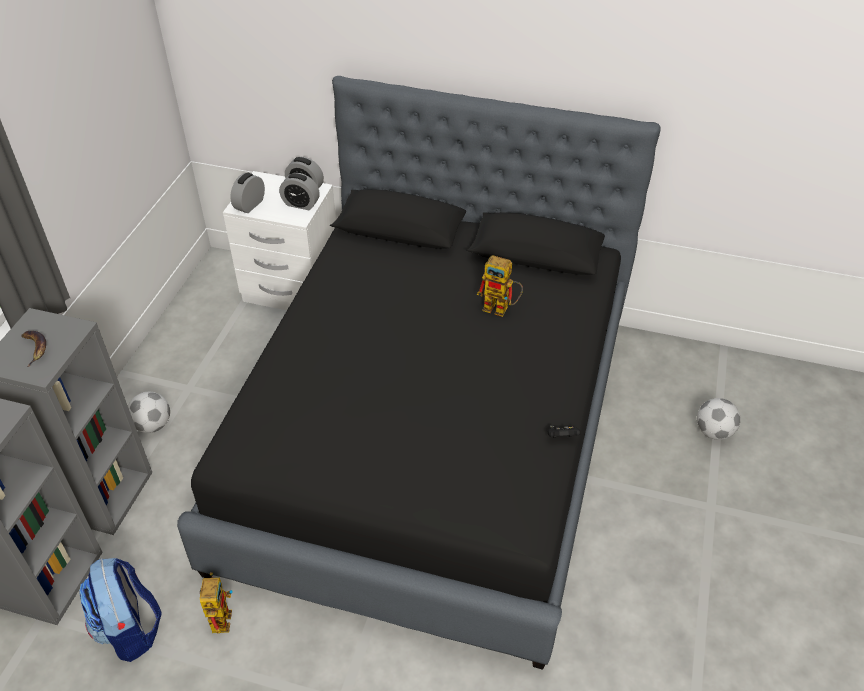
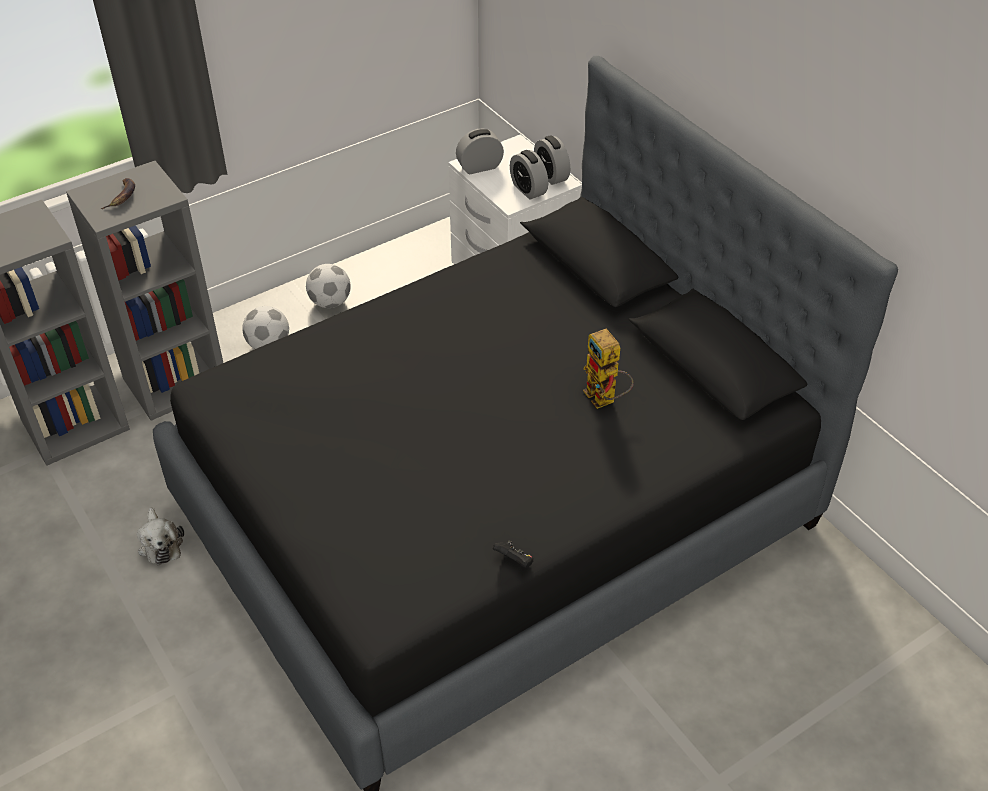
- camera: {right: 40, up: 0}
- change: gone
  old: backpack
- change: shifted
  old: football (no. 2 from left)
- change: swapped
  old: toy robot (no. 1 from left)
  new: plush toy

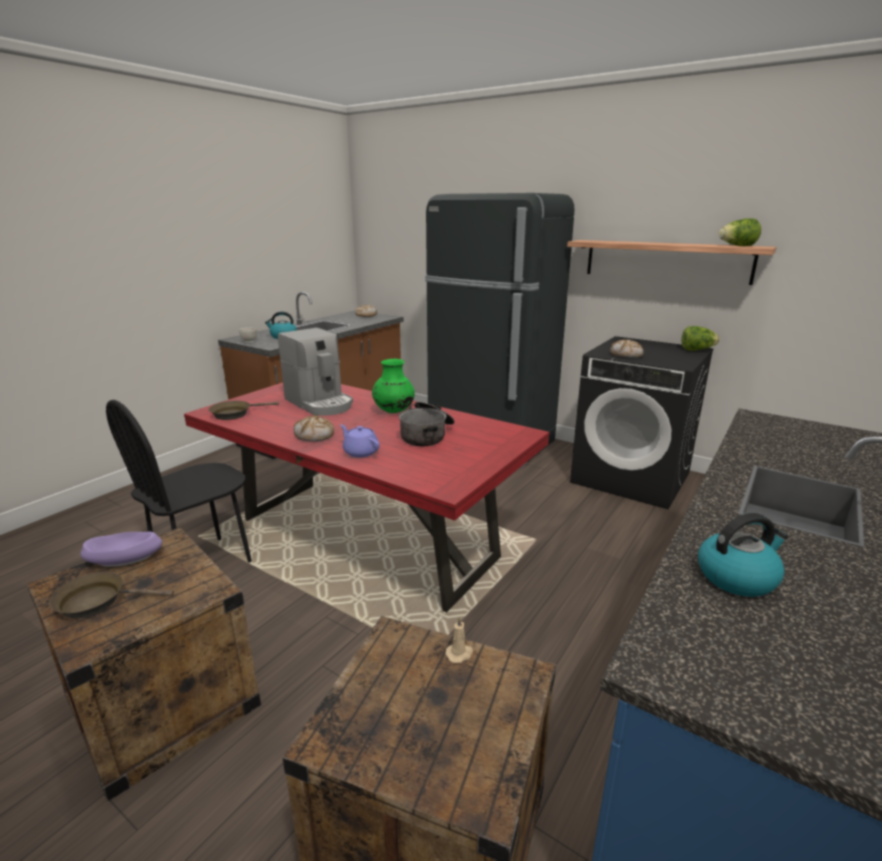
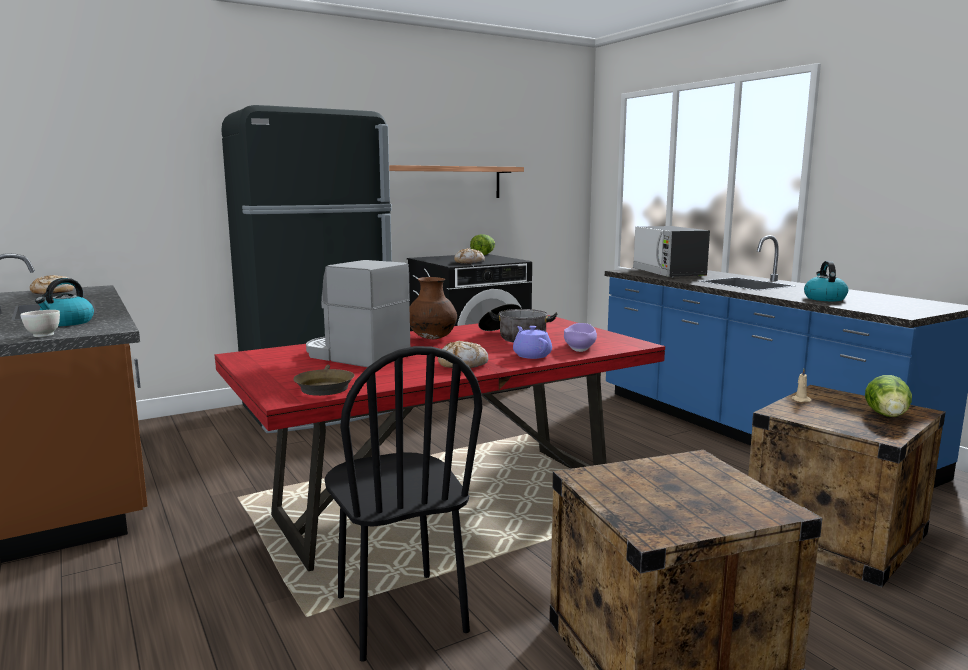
- camera: {right: -65, up: -10}
- change: gone
  old: frying pan in brown (no. 1 from left)
- change: new
  new: microwave
- change: shifted
  old: bowl in purple
- change: shifted
  old: lettuce (no. 2 from left)
- change: repainted
  old: vase in green
  new: vase in brown
- change: rotated
  old: coffee machine
  degrees: -135
- change: rotated
  old: teapot in purple
  degrees: 90

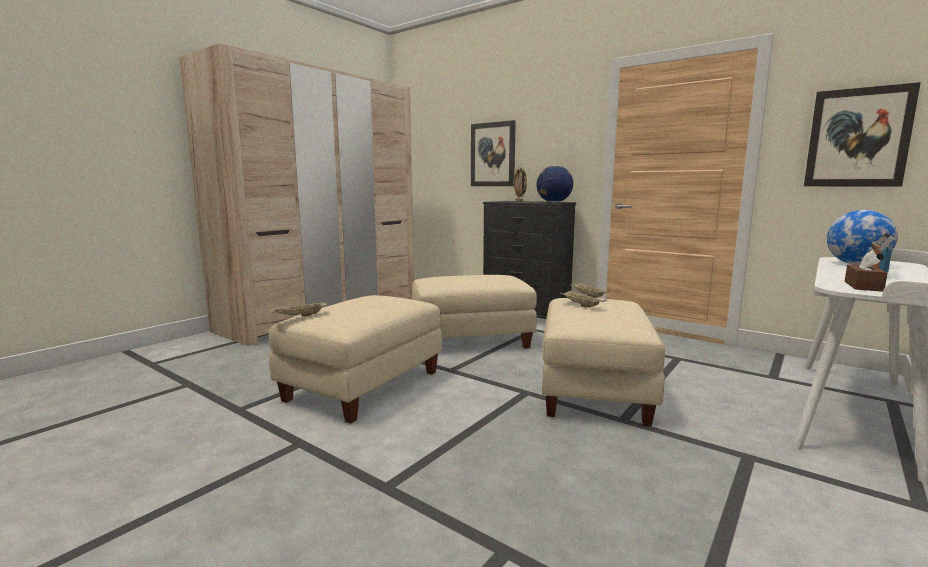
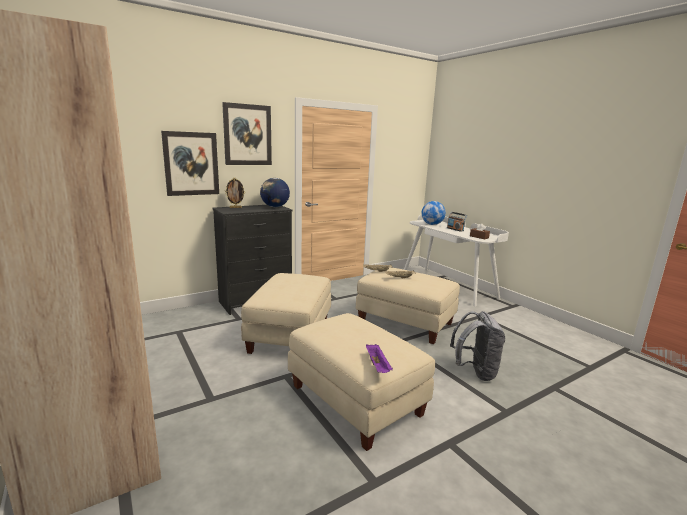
- camera: {right: -70, up: 5}
- change: new
  new: backpack in grey
- change: shifted
  old: picture (no. 2 from left)
- change: repainted
  old: tray in beige (no. 1 from left)
  new: tray in purple

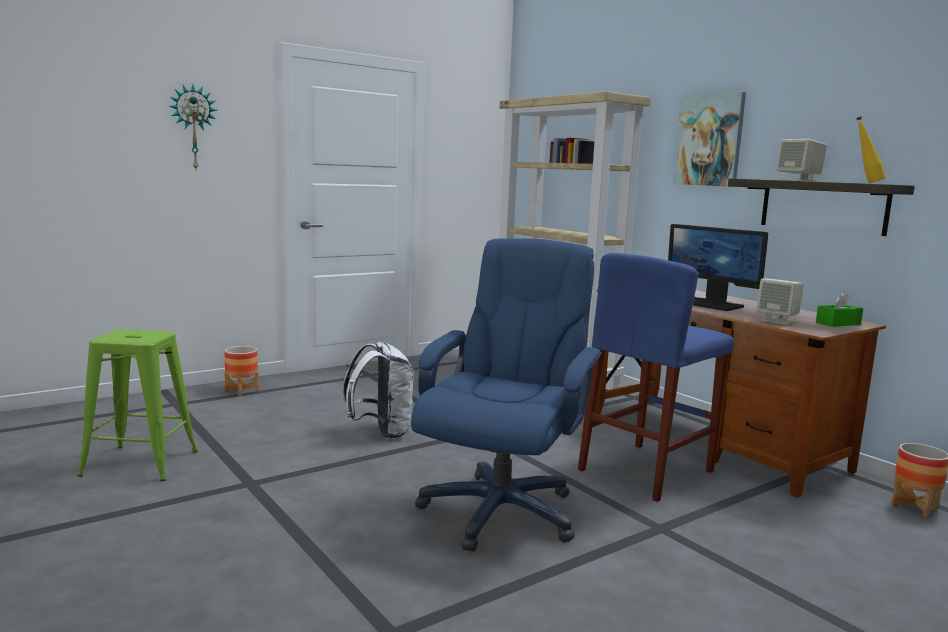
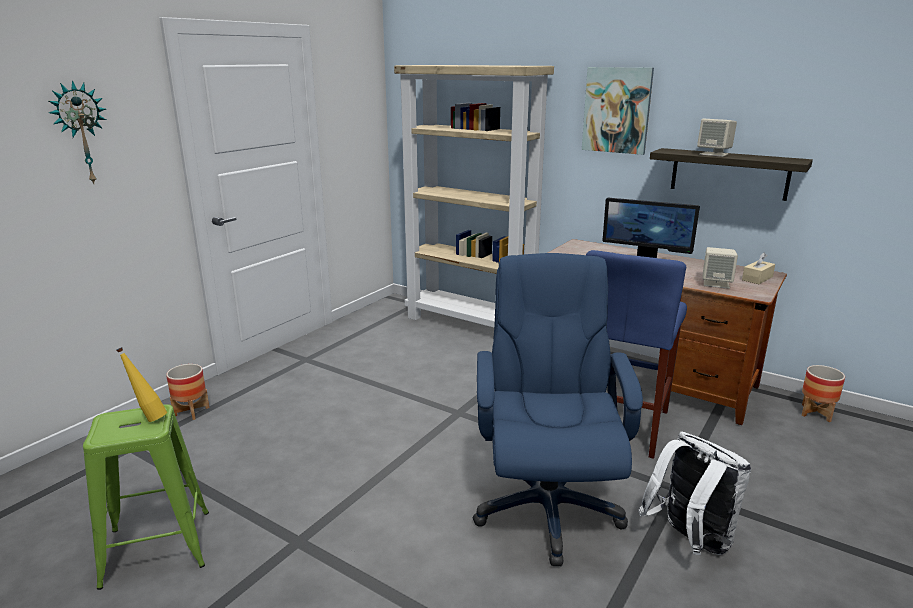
- camera: {right: -20, up: 10}
- change: shifted
  old: backpack in white
- change: shifted
  old: bottle in yellow
- change: repainted
  old: tissue box in green
  new: tissue box in beige

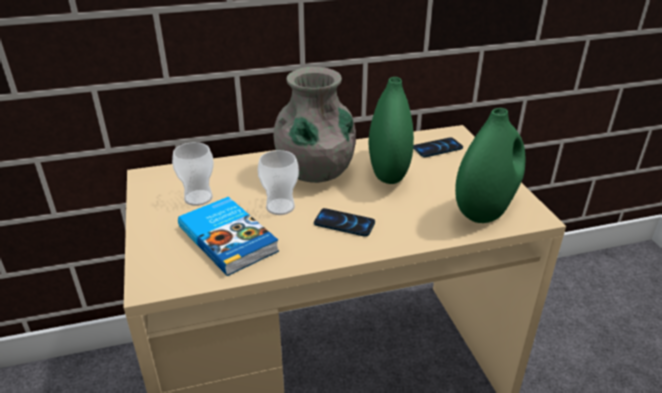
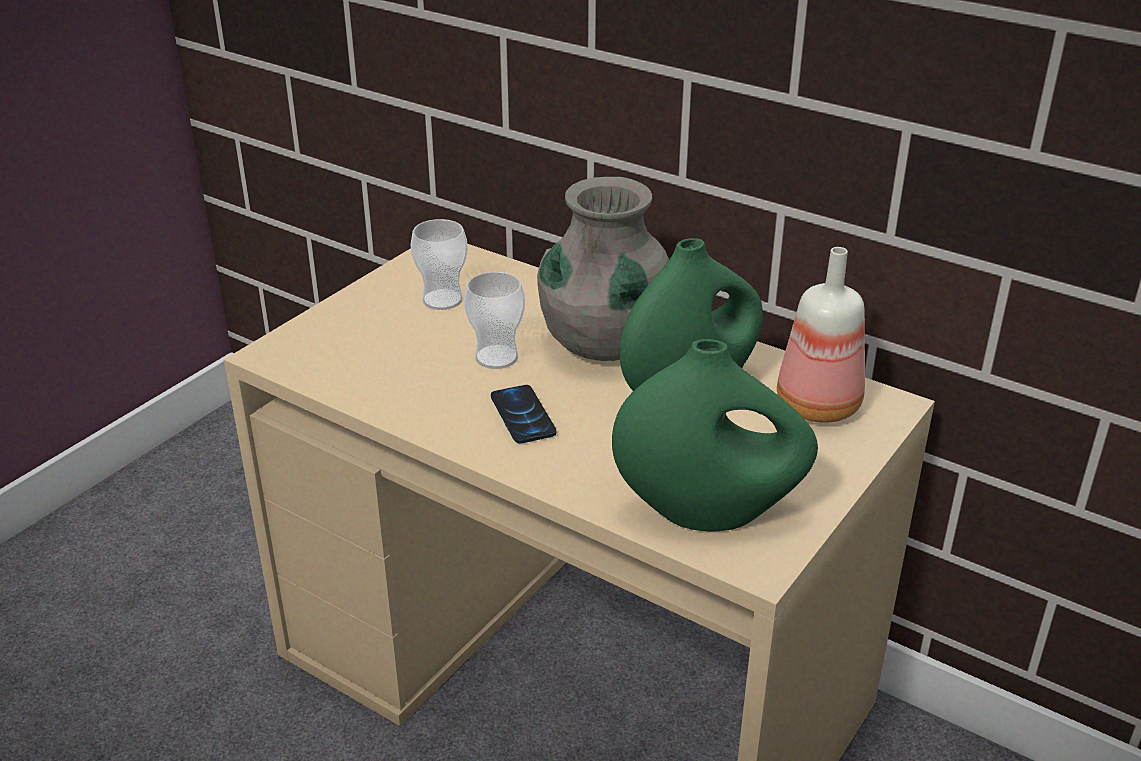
- camera: {right: 50, up: 0}
- change: gone
  old: book
- change: swapped
  old: phone (no. 2 from left)
  new: bottle

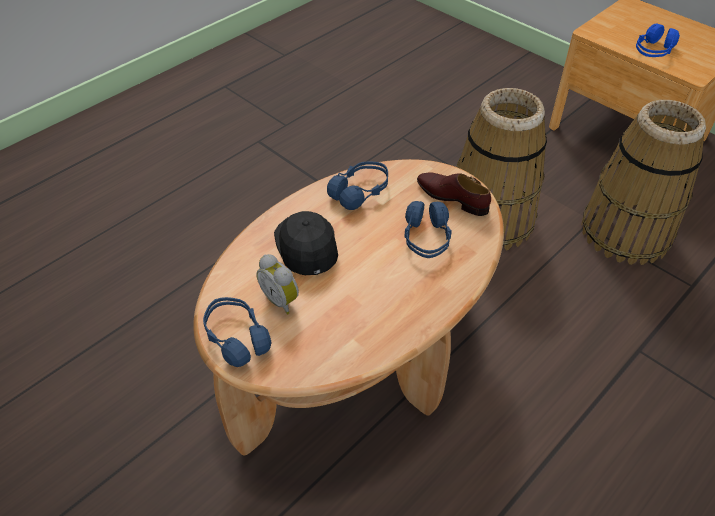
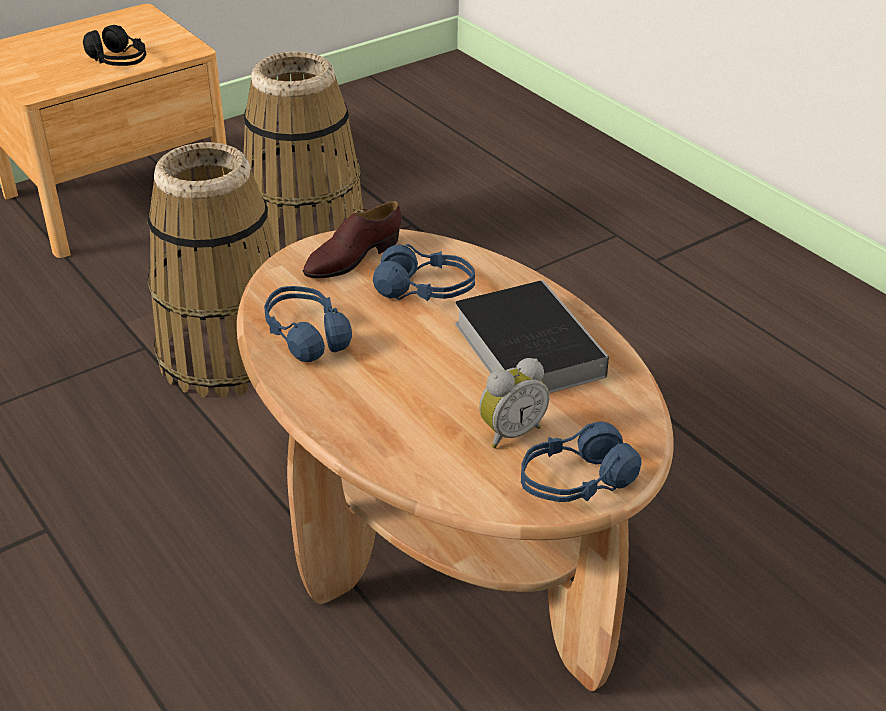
- camera: {right: -80, up: -10}
- change: gone
  old: cap in black
- change: new
  new: book
- change: repainted
  old: headphones in blue (no. 4 from left)
  new: headphones in black

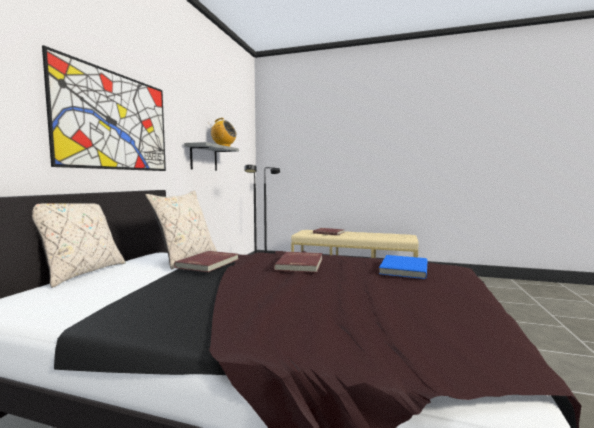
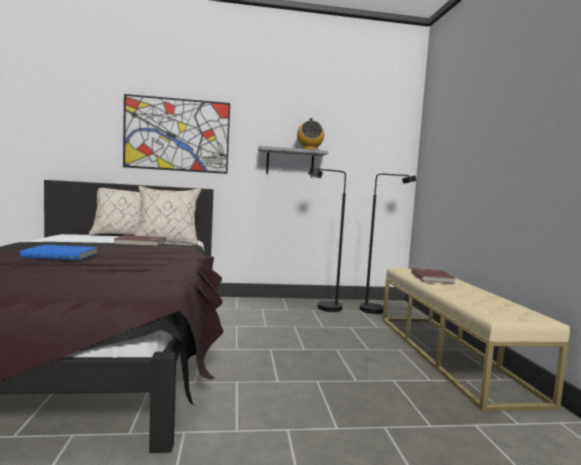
- camera: {right: 65, up: 0}
- change: gone
  old: book in red (no. 2 from left)
- change: shifted
  old: book in blue

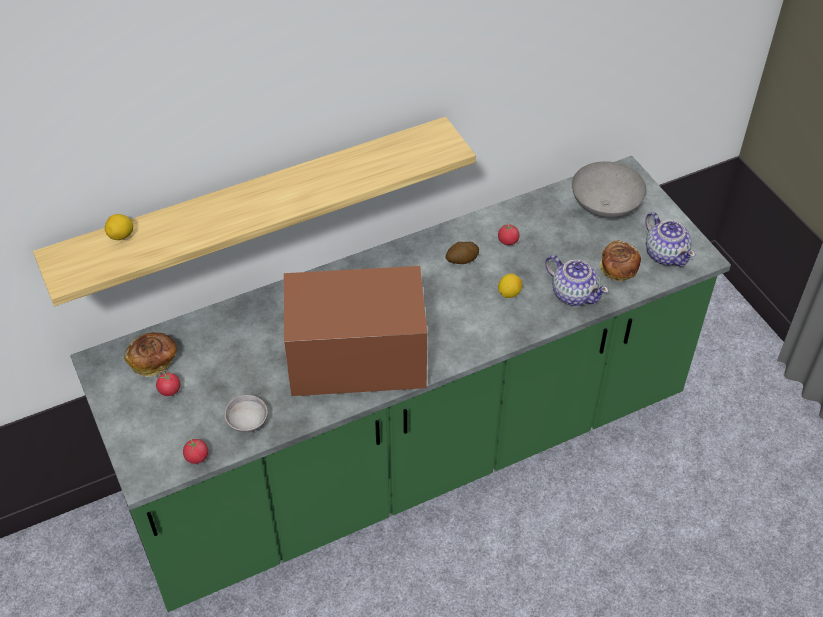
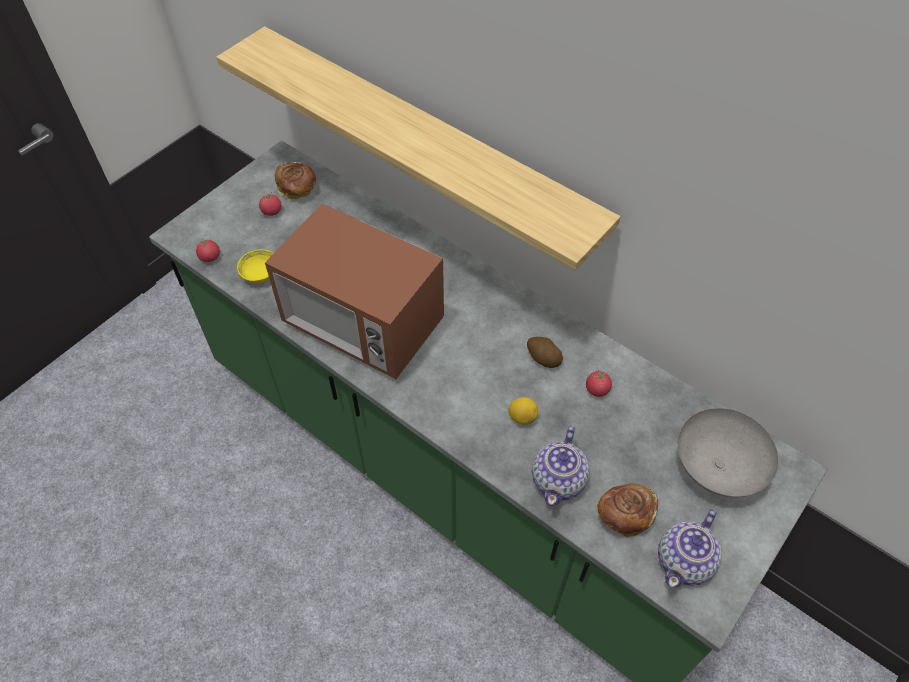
- camera: {right: 65, up: 5}
- change: gone
  old: lemon (no. 1 from left)
- change: repainted
  old: bowl in grey (no. 1 from left)
  new: bowl in yellow
- change: rotated
  old: microwave
  degrees: 150

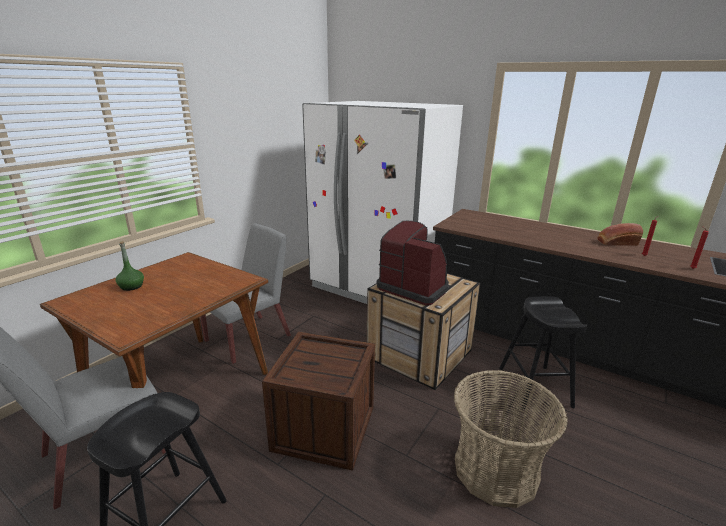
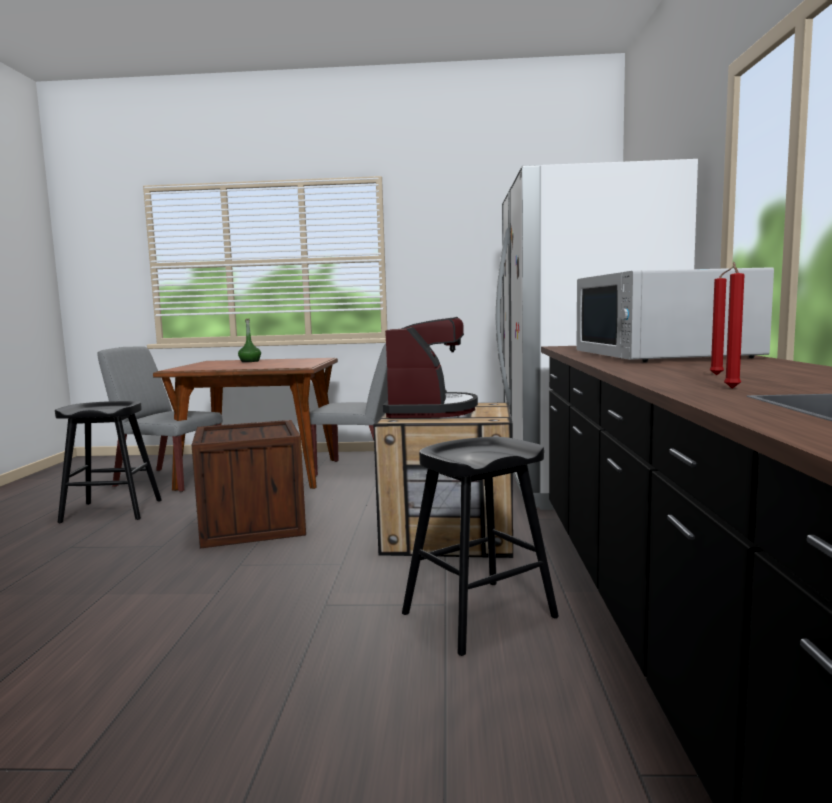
- camera: {right: 60, up: -15}
- change: gone
  old: basket
- change: gone
  old: bread
- change: new
  new: microwave in white

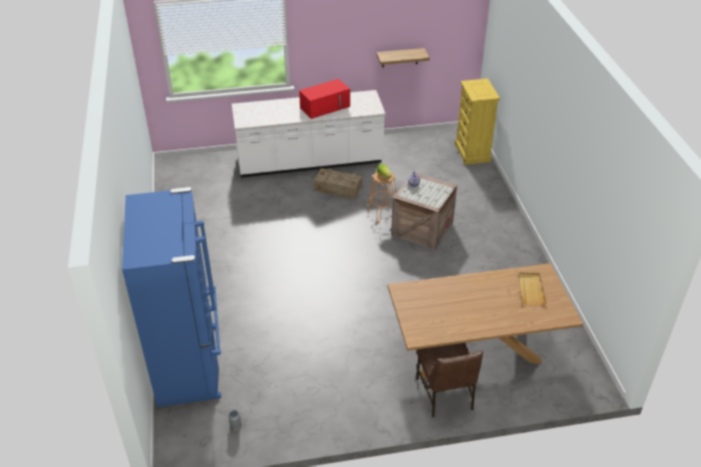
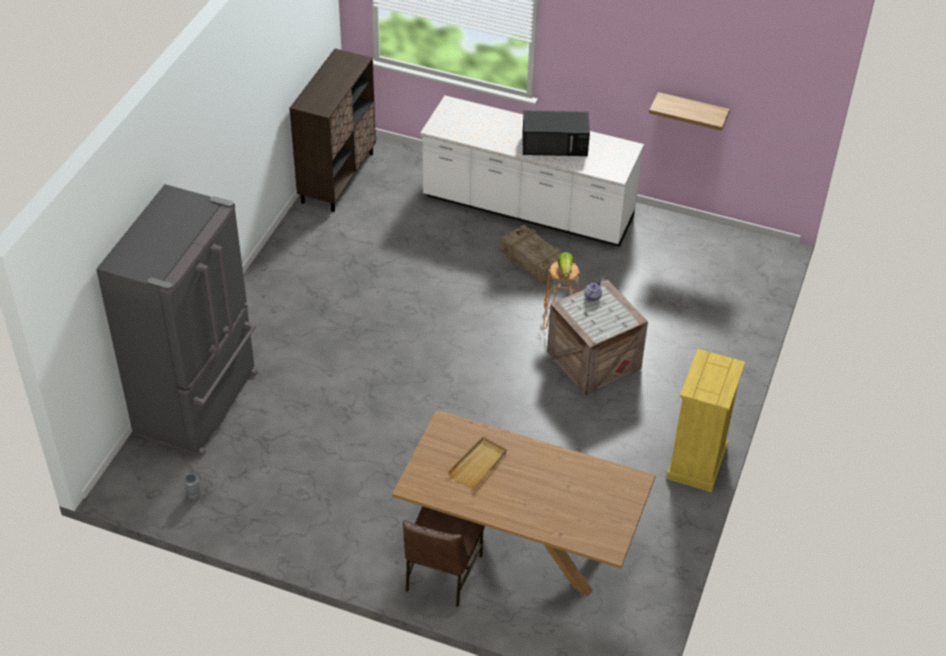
- camera: {right: 30, up: 5}
- change: new
  new: cabinet in brown
- change: shifted
  old: dresser in yellow
- change: shifted
  old: tray in beige
- change: repainted
  old: fridge in blue
  new: fridge in grey
- change: repainted
  old: microwave in red
  new: microwave in black

